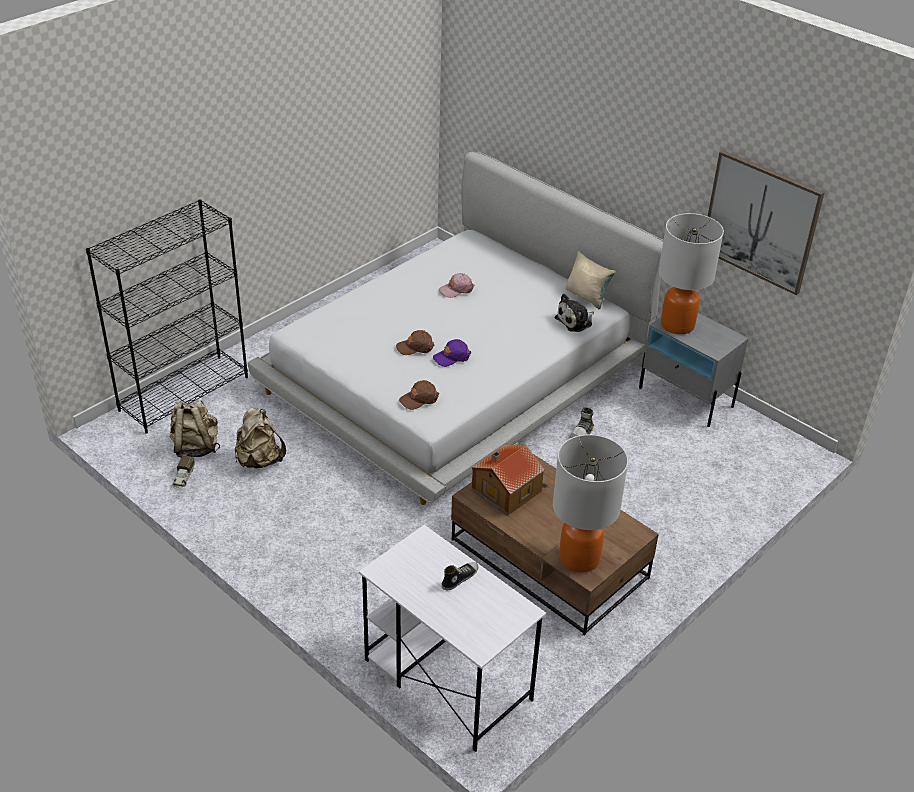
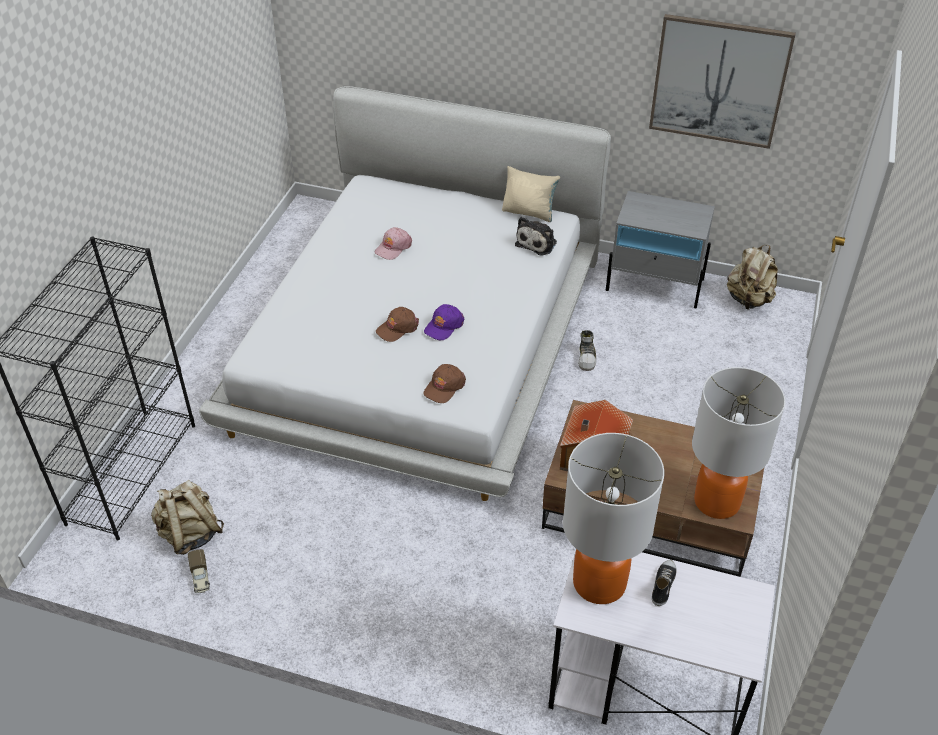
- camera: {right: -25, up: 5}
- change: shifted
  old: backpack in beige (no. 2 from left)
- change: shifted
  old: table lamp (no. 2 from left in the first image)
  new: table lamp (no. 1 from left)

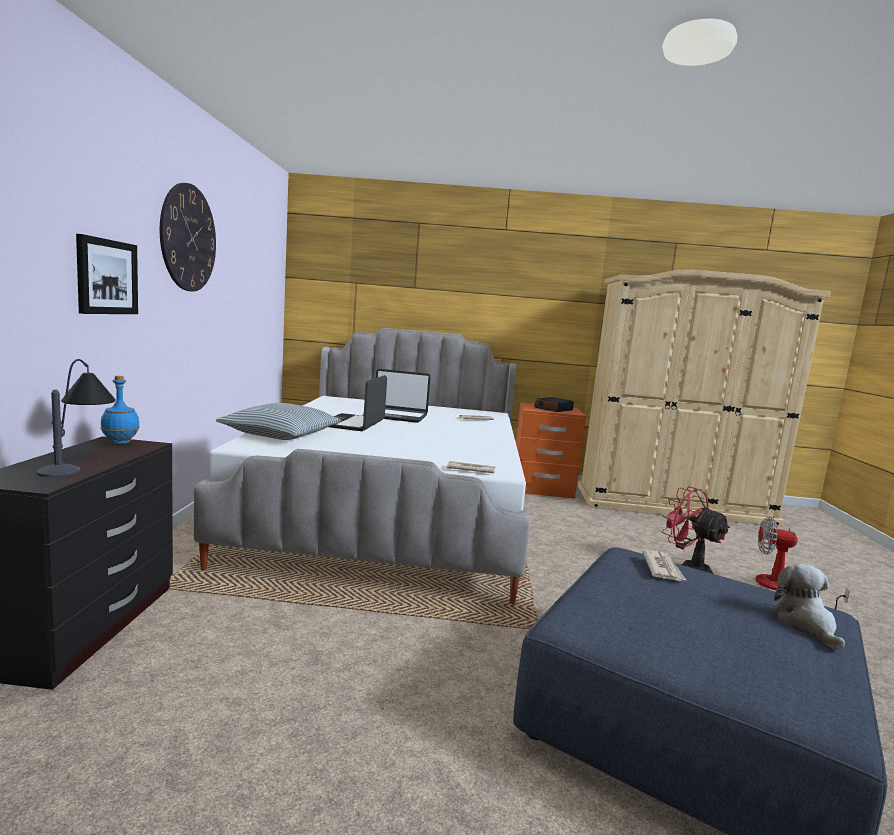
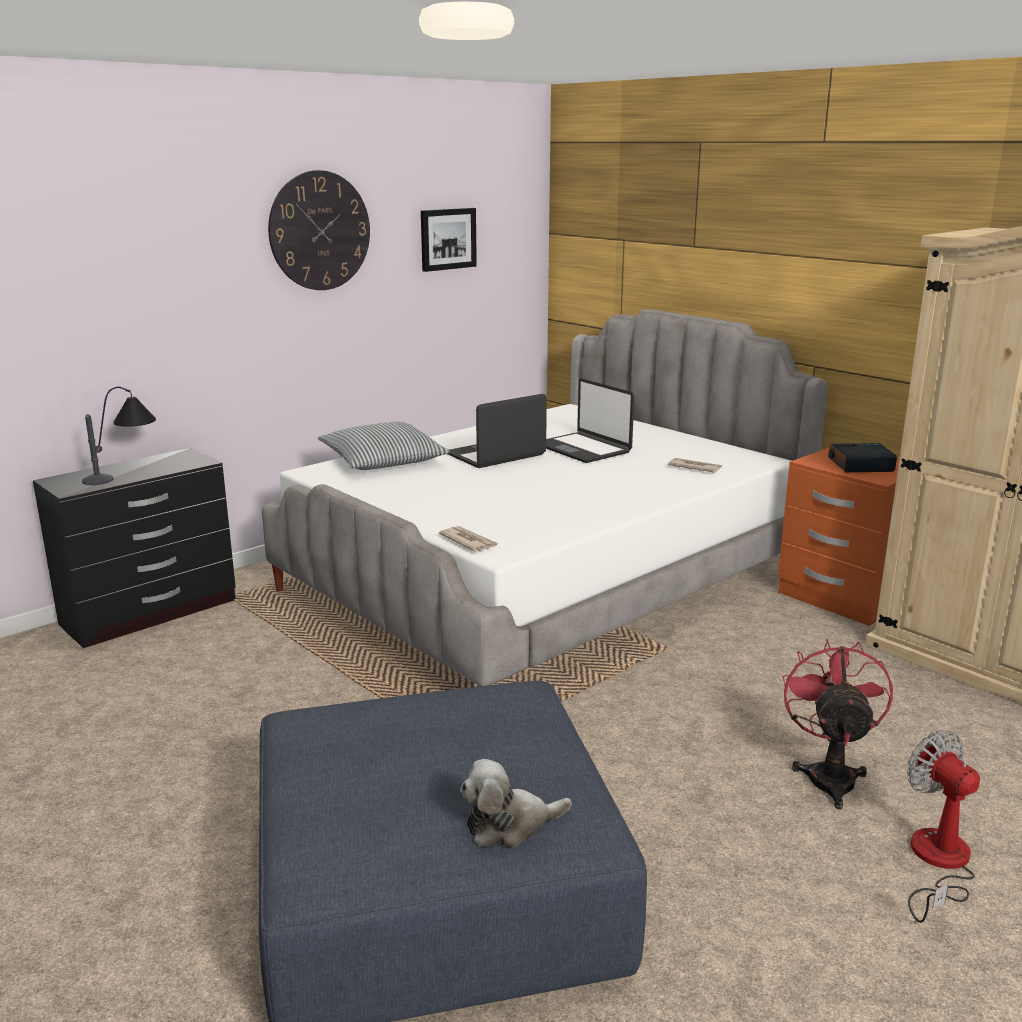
- camera: {right: 45, up: 10}
- change: gone
  old: bottle in blue
- change: gone
  old: newspaper (no. 3 from left)
- change: shifted
  old: picture
- change: rotated
  old: plush toy
  degrees: -150

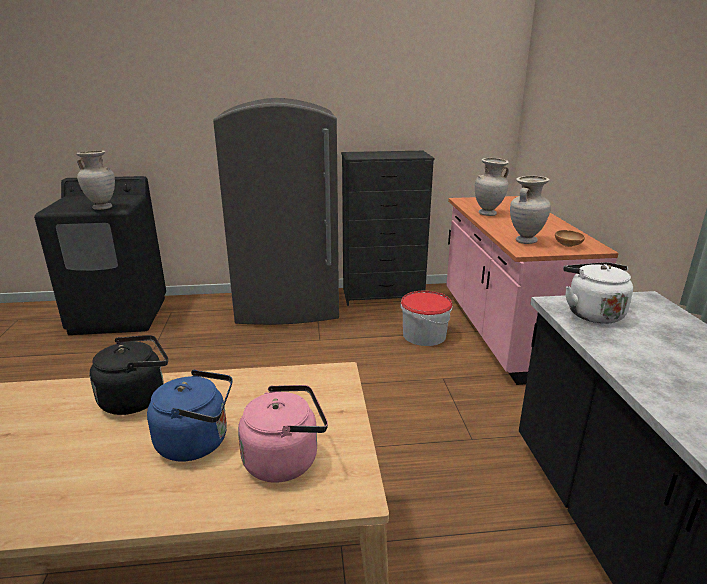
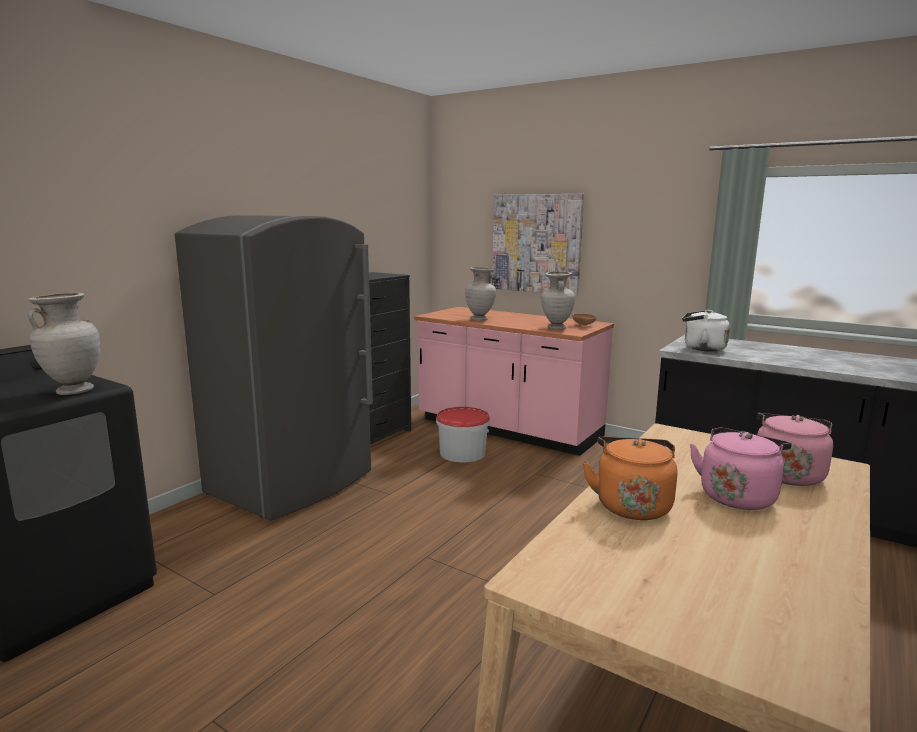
- camera: {right: -50, up: -10}
- change: new
  new: picture
- change: repainted
  old: kettle in black
  new: kettle in orange
- change: repainted
  old: kettle in blue
  new: kettle in pink (no. 1 from left)

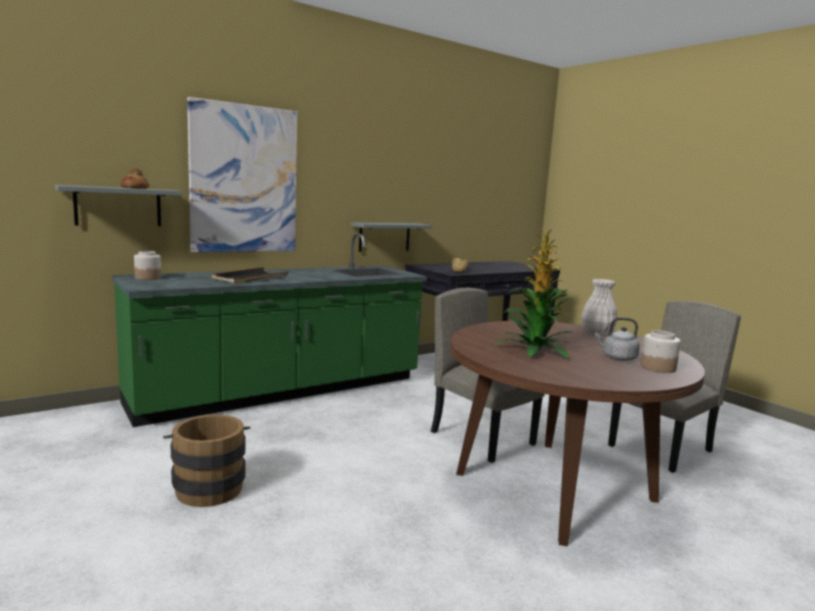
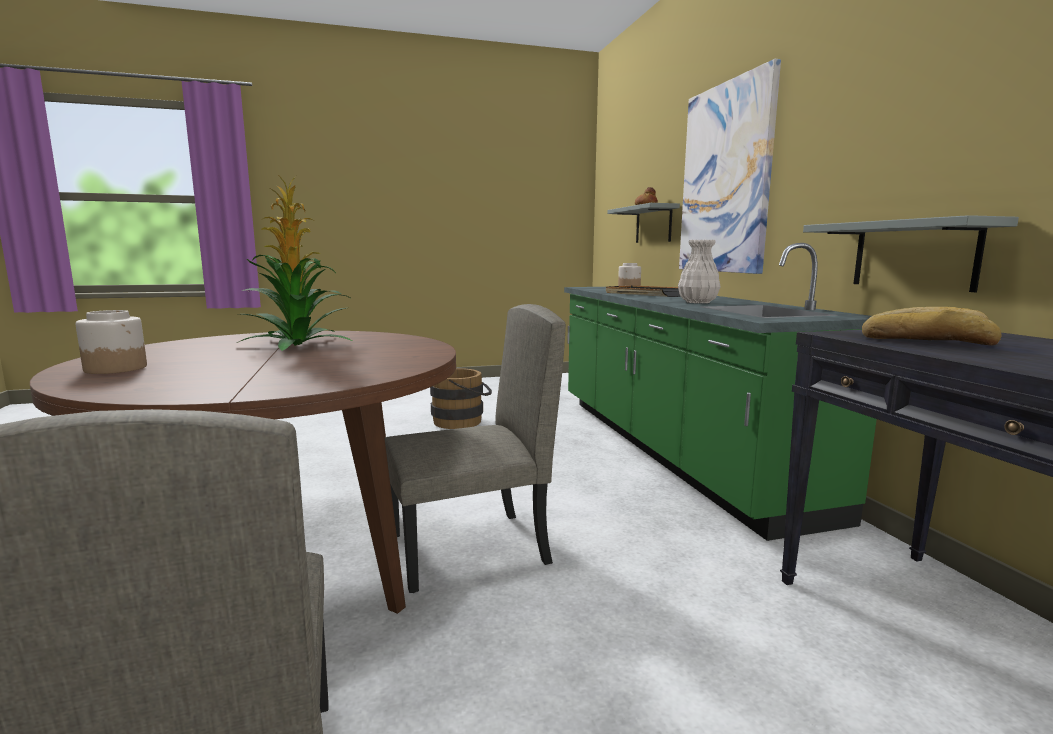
- camera: {right: 110, up: 0}
- change: gone
  old: kettle in grey
- change: shifted
  old: vase in white

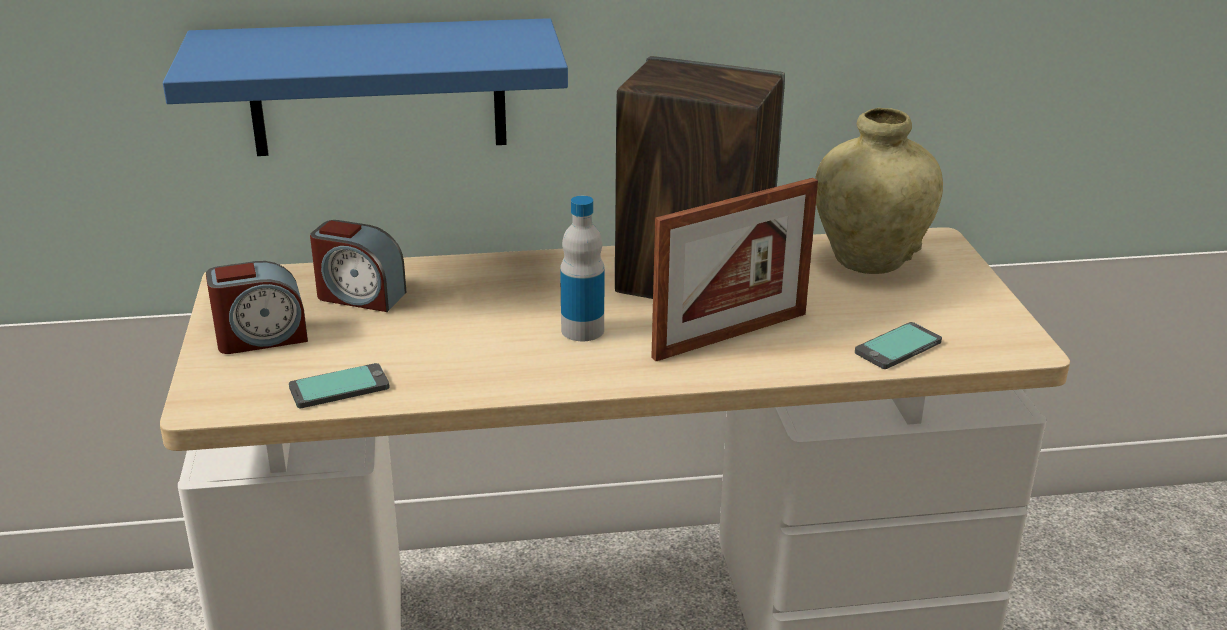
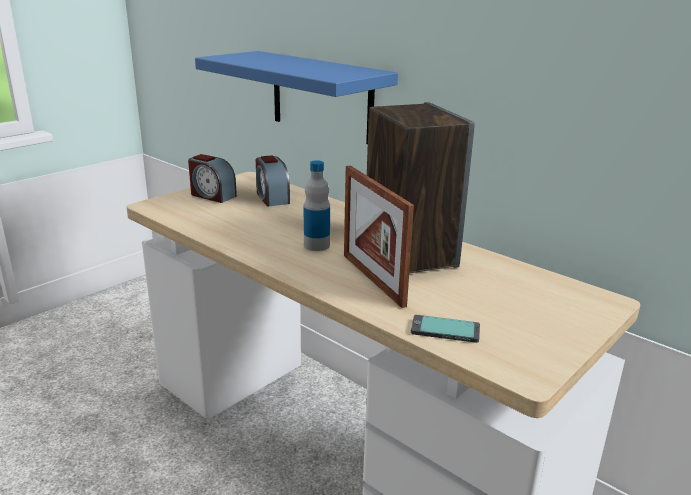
- camera: {right: 50, up: -5}
- change: gone
  old: phone (no. 1 from left)
- change: gone
  old: vase in beige
- change: rotated
  old: picture frame
  degrees: 45

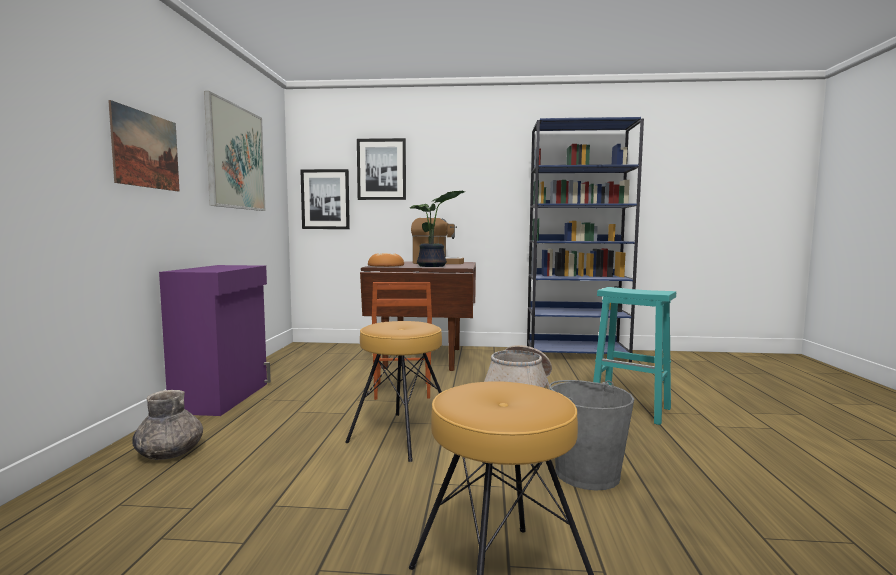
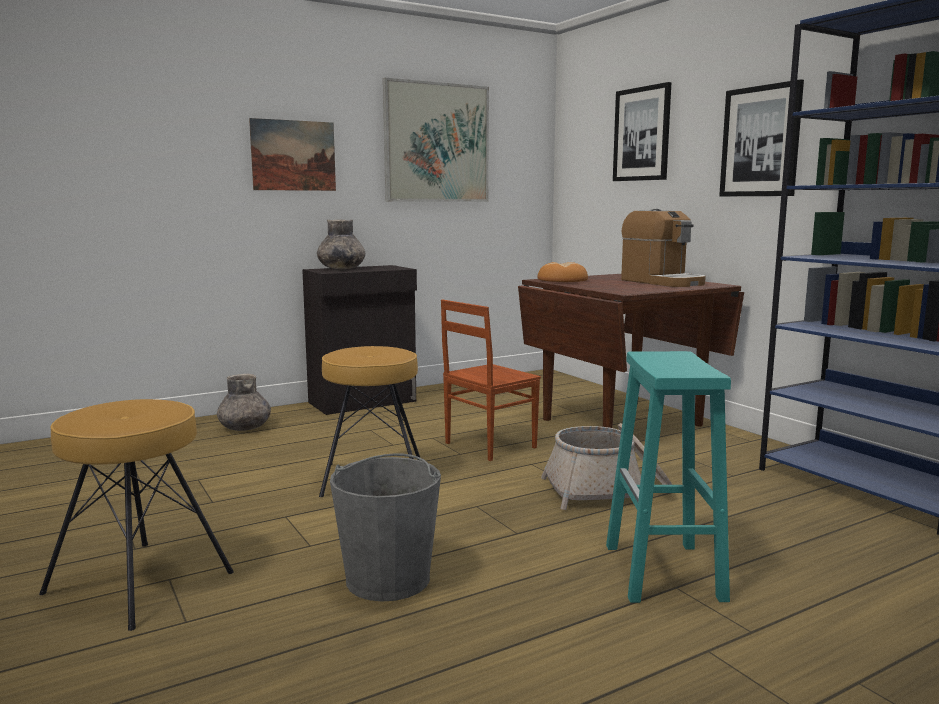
- camera: {right: 55, up: 5}
- change: gone
  old: potted plant
- change: new
  new: vase in grey (no. 2 from left)
- change: shifted
  old: picture (no. 3 from left in the first image)
  new: picture (no. 4 from left)
- change: repainted
  old: cabinet in purple
  new: cabinet in black

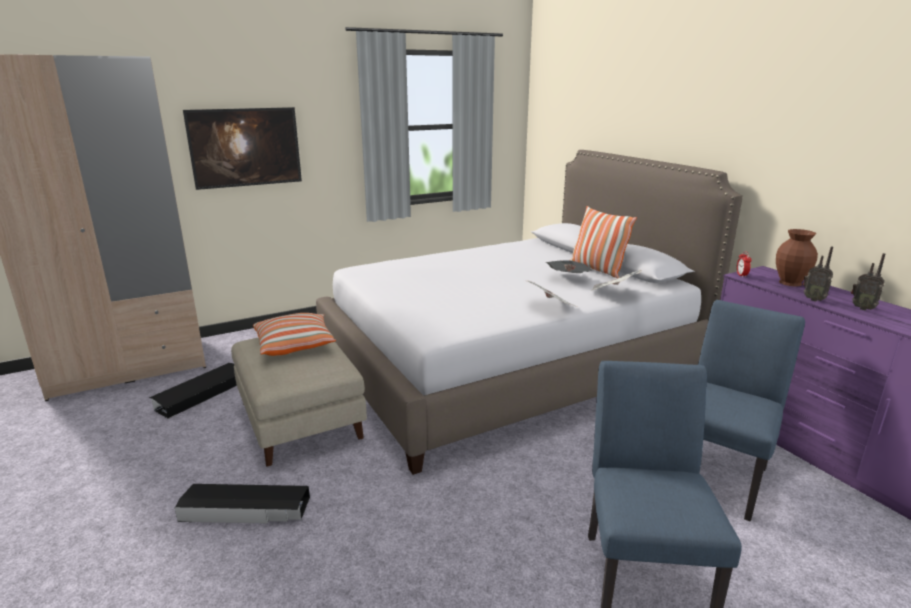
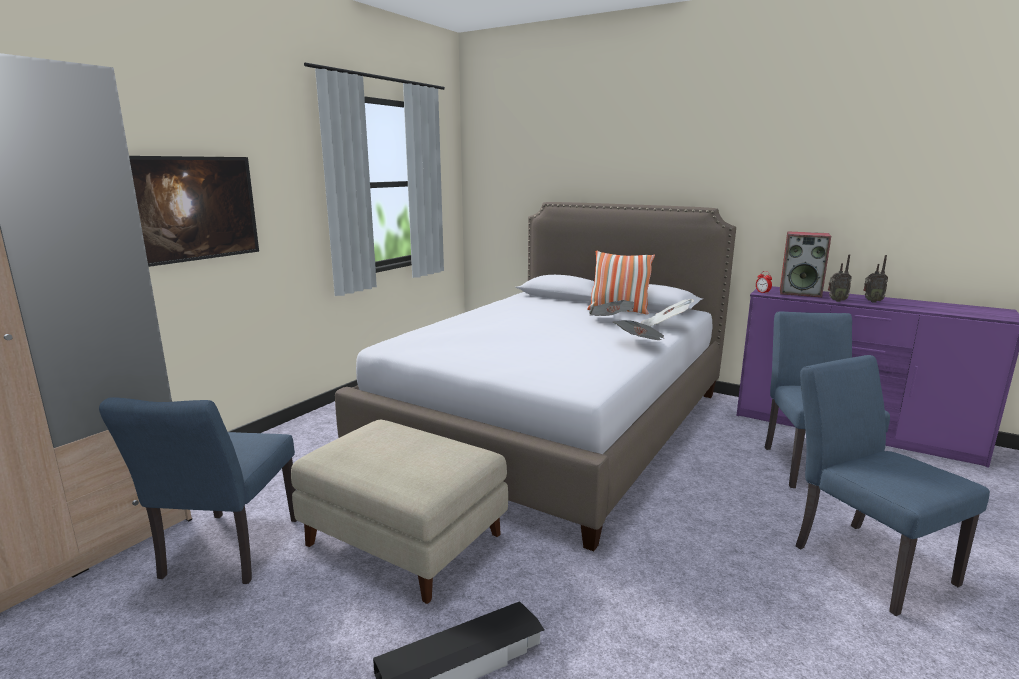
- camera: {right: -30, up: -5}
- change: gone
  old: pillow (no. 1 from left)
- change: swapped
  old: storage box in black (no. 1 from left)
  new: chair in blue (no. 1 from left)
- change: swapped
  old: vase in brown
  new: speaker

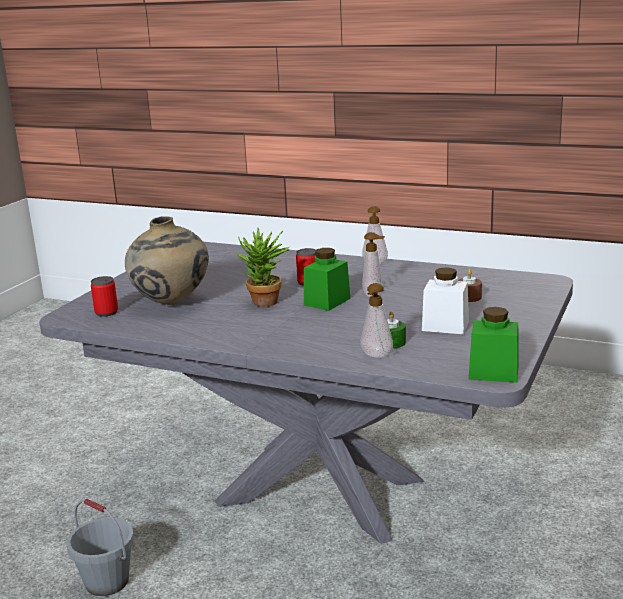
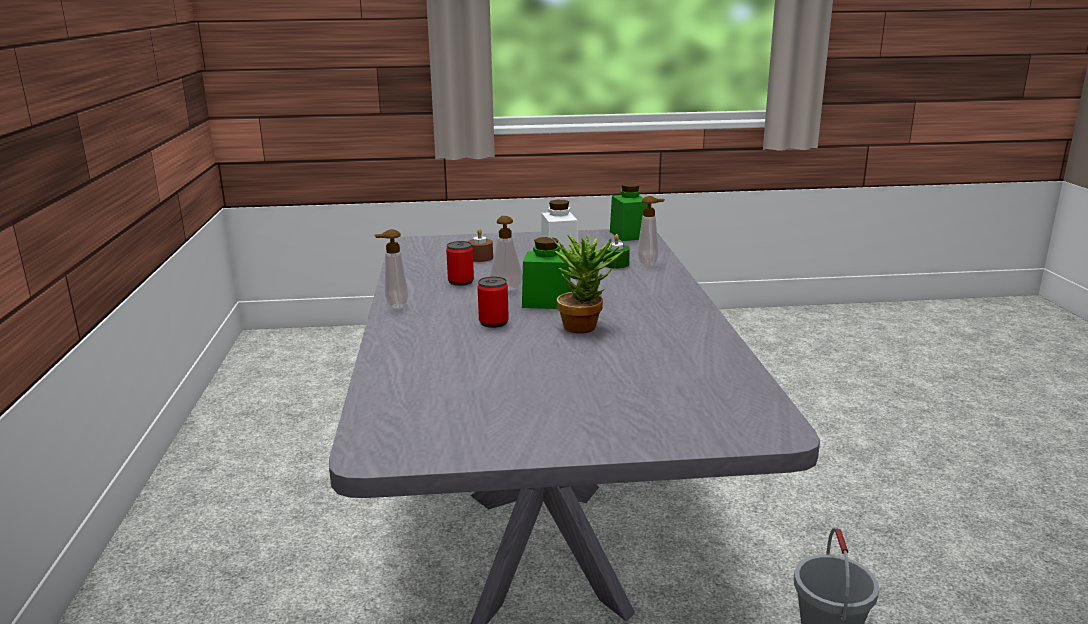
- camera: {right: -120, up: 0}
- change: gone
  old: vase in beige
- change: shifted
  old: can (no. 1 from left)

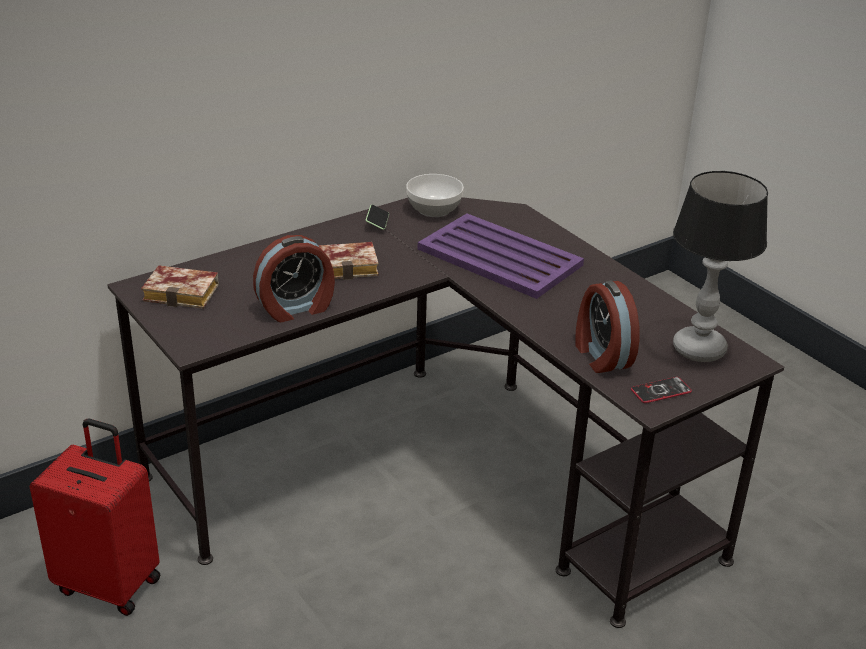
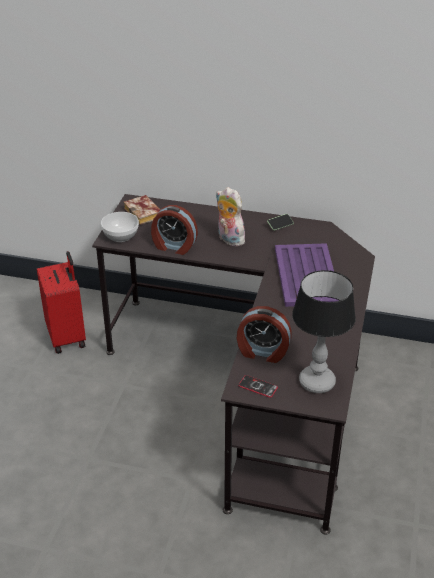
- camera: {right: 50, up: 5}
- change: shifted
  old: bowl
- change: swapped
  old: book (no. 2 from left)
  new: plush toy
- change: rotated
  old: alarm clock (no. 2 from left)
  degrees: -105

